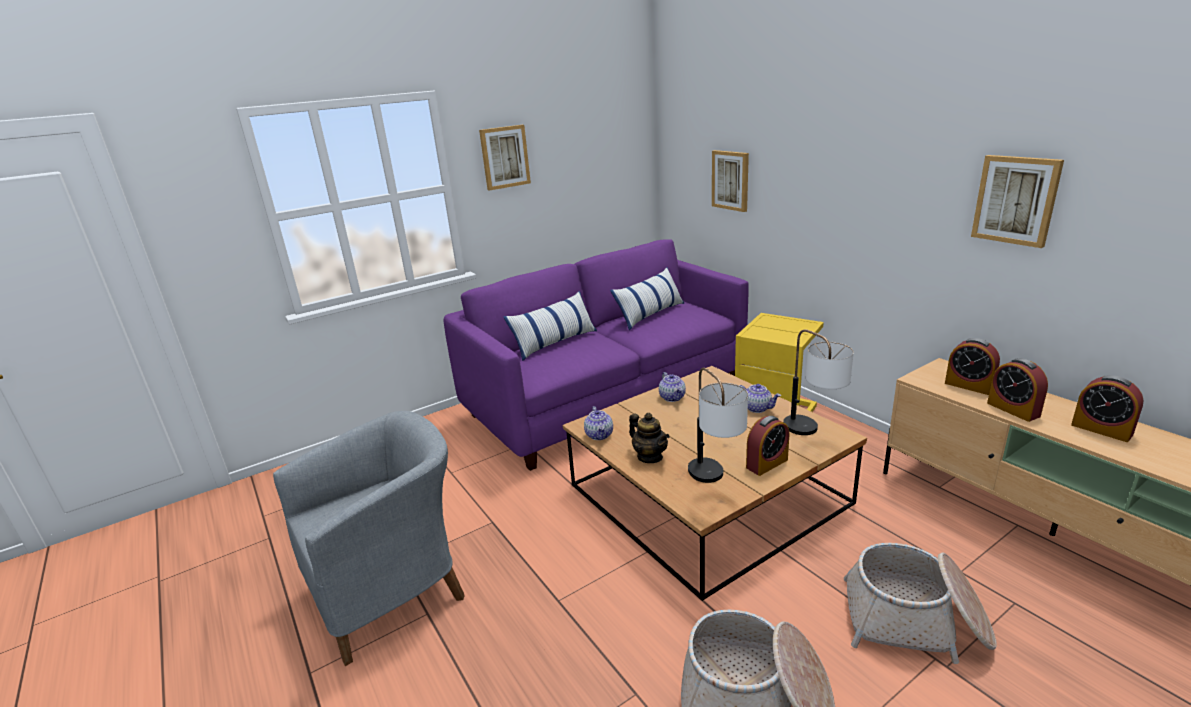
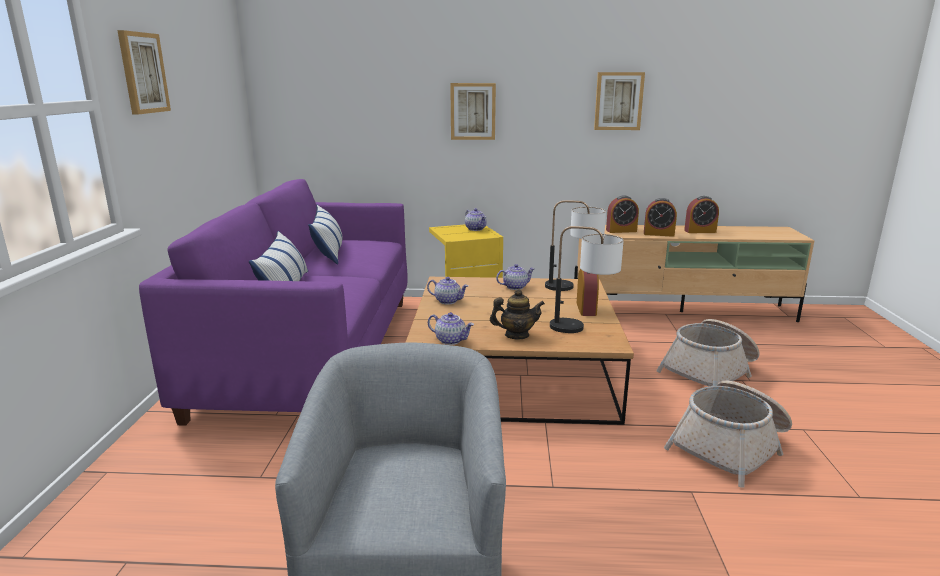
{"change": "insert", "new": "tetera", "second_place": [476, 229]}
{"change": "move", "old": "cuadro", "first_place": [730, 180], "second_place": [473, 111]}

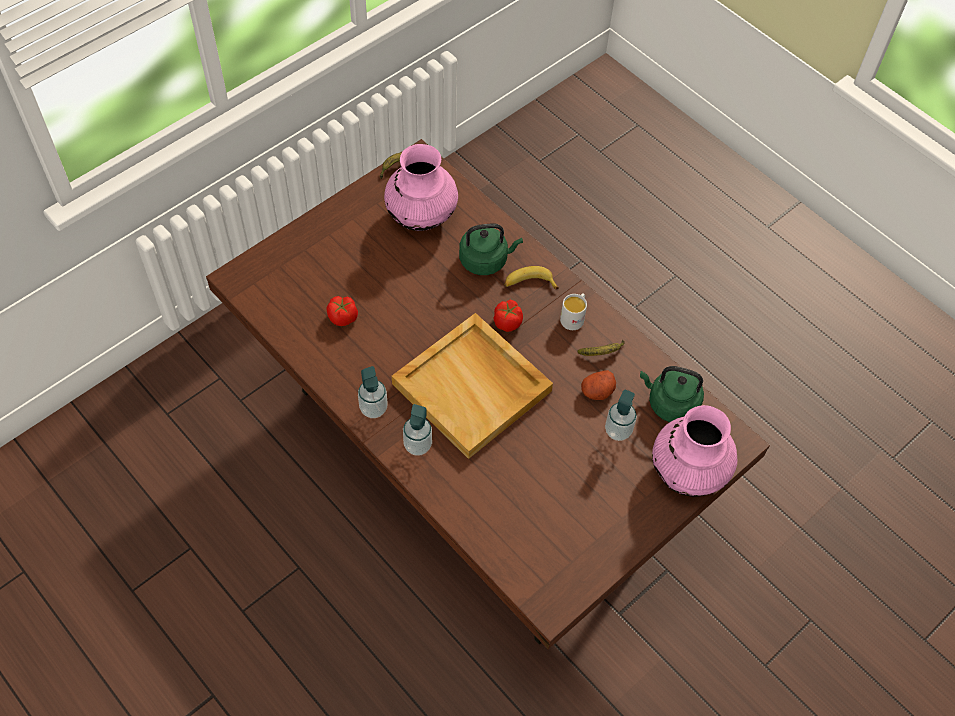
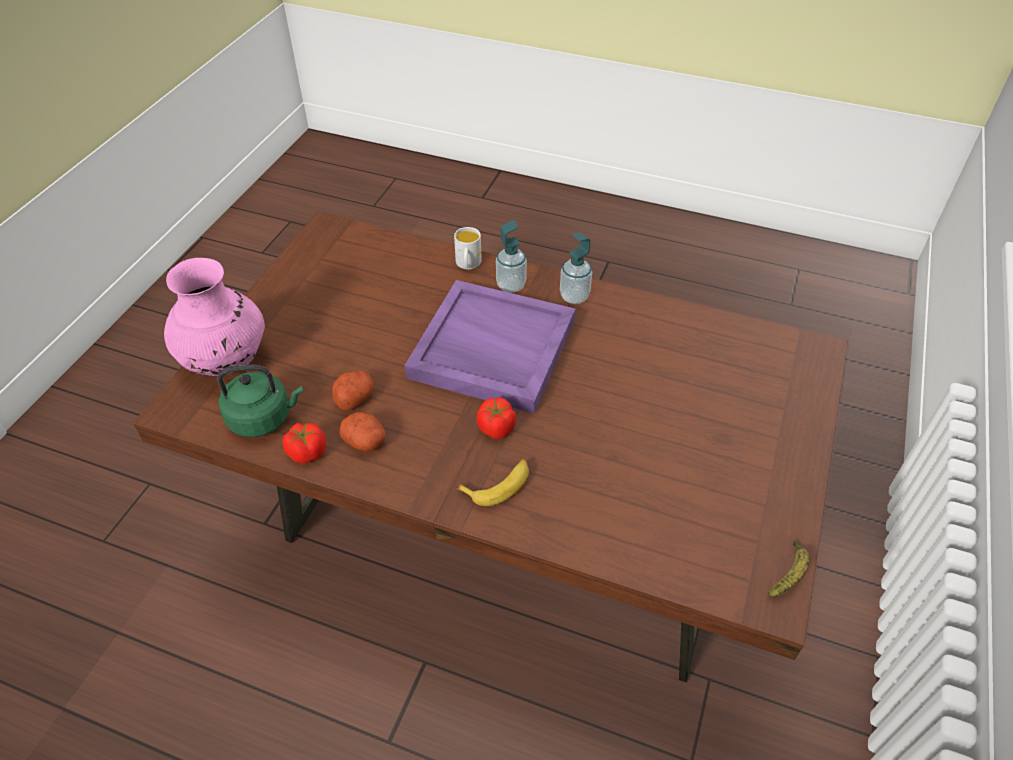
{"change": "delete", "old": "florero (rosa)", "first_place": [421, 217]}
{"change": "delete", "old": "hervidor (verde)", "first_place": [486, 260]}
{"change": "delete", "old": "dispensador de jabón", "first_place": [618, 431]}
{"change": "move", "old": "tomate", "first_place": [343, 317], "second_place": [307, 452]}
{"change": "move", "old": "taza grande (blanco)", "first_place": [574, 317], "second_place": [468, 265]}
{"change": "replace", "old": "plátano", "new": "patata", "first_place": [602, 352], "second_place": [365, 441]}
{"change": "recolor", "old": "bandeja (beis)", "new": "bandeja (morado)", "first_place": [473, 387], "second_place": [491, 349]}

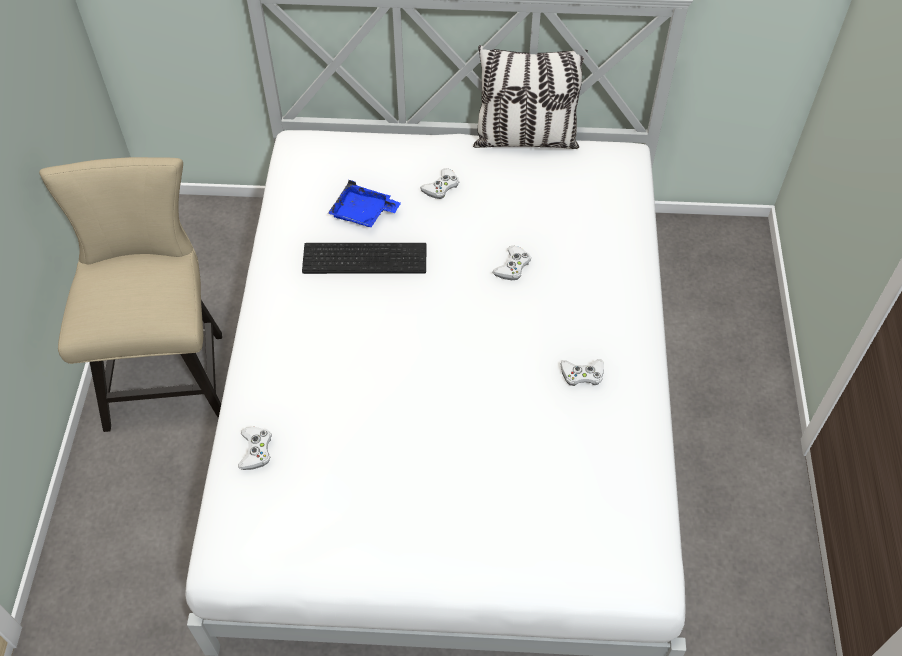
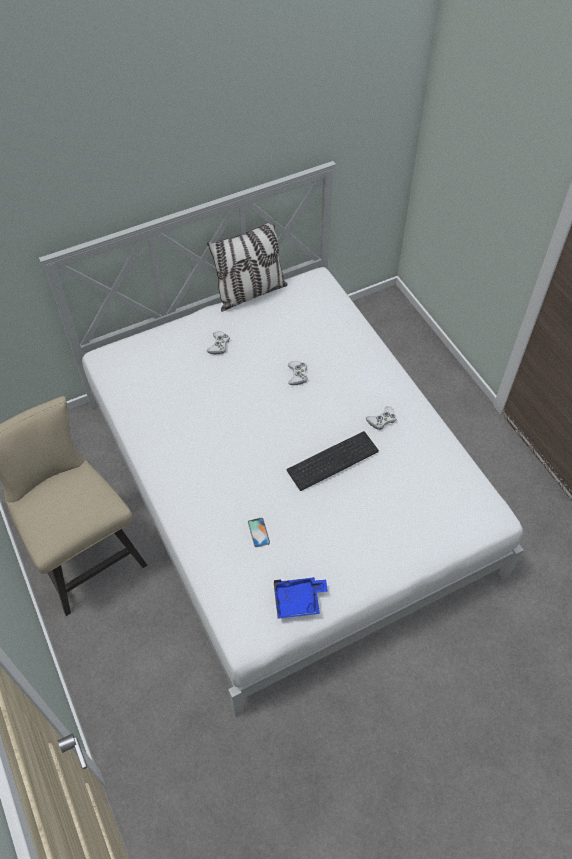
{"change": "delete", "old": "mando de consola (blanco)", "first_place": [256, 450]}
{"change": "insert", "new": "móvil", "second_place": [258, 532]}
{"change": "move", "old": "teclado", "first_place": [366, 257], "second_place": [332, 459]}
{"change": "move", "old": "bandeja (azul)", "first_place": [363, 213], "second_place": [298, 601]}

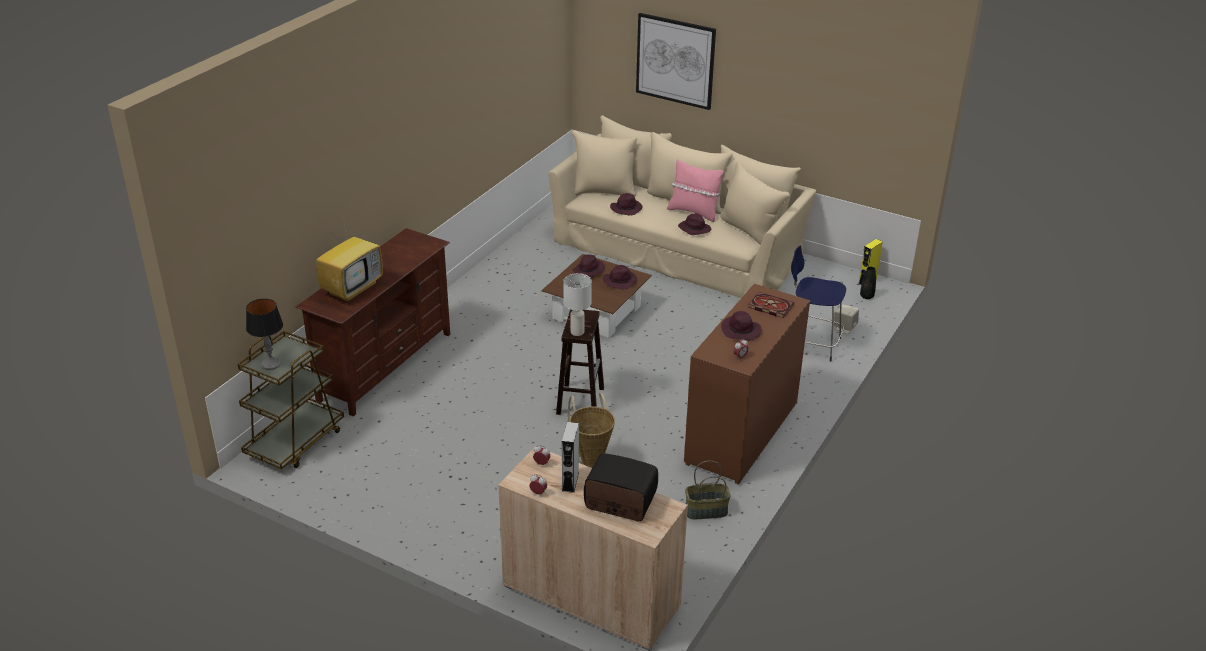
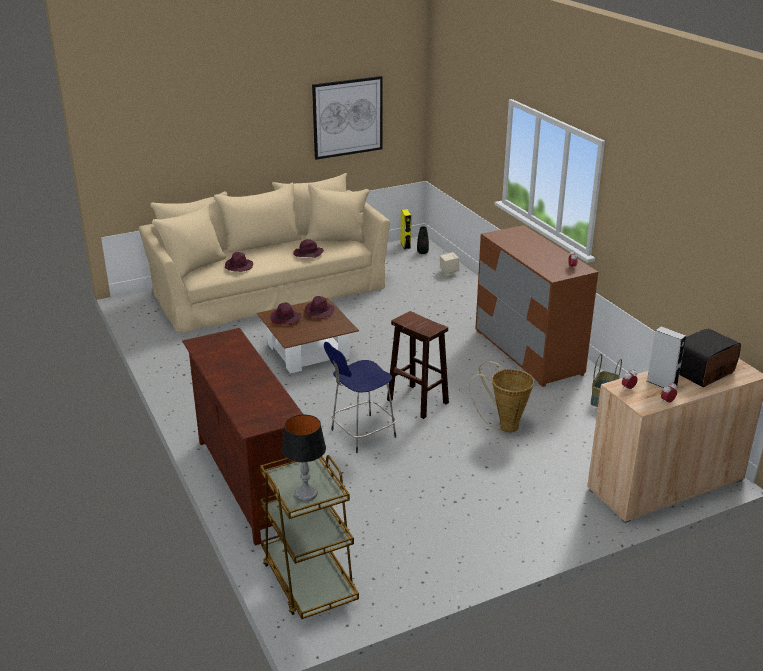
{"change": "delete", "old": "televisor", "first_place": [352, 288]}
{"change": "delete", "old": "lámpara de mesa (blanco)", "first_place": [577, 332]}
{"change": "delete", "old": "cojín (rosa)", "first_place": [693, 212]}
{"change": "delete", "old": "sombrero (morado)", "first_place": [741, 331]}
{"change": "delete", "old": "libro", "first_place": [769, 306]}
{"change": "move", "old": "cuadro", "first_place": [675, 61], "second_place": [347, 117]}
{"change": "move", "old": "taburete (azul)", "first_place": [812, 344], "second_place": [361, 434]}

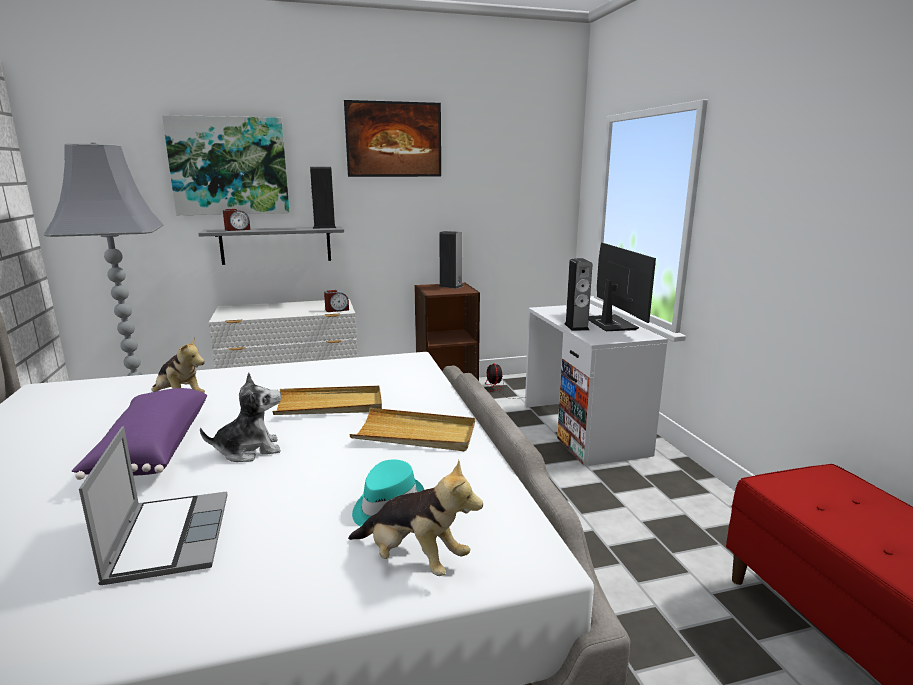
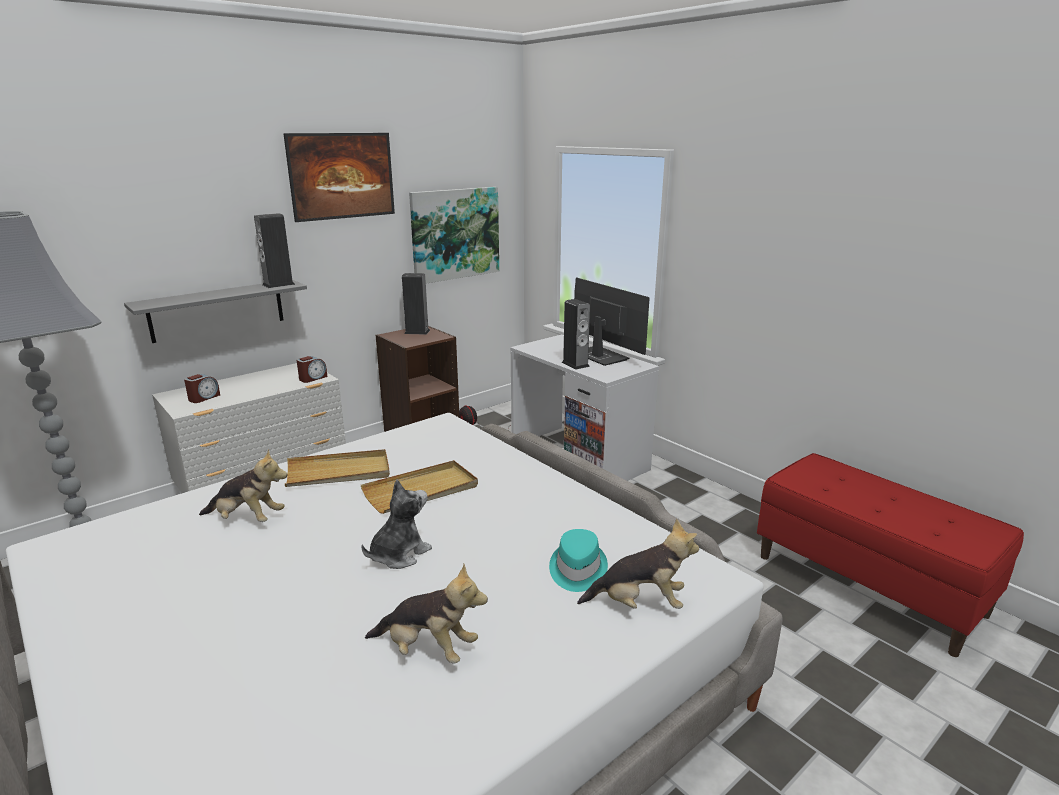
{"change": "delete", "old": "cojín (morado)", "first_place": [151, 449]}
{"change": "move", "old": "cuadro", "first_place": [229, 166], "second_place": [455, 234]}
{"change": "move", "old": "despertador", "first_place": [237, 229], "second_place": [204, 398]}
{"change": "move", "old": "bandeja (beis)", "first_place": [415, 434], "second_place": [338, 472]}
{"change": "replace", "old": "portátil", "new": "peluche", "first_place": [168, 537], "second_place": [428, 649]}

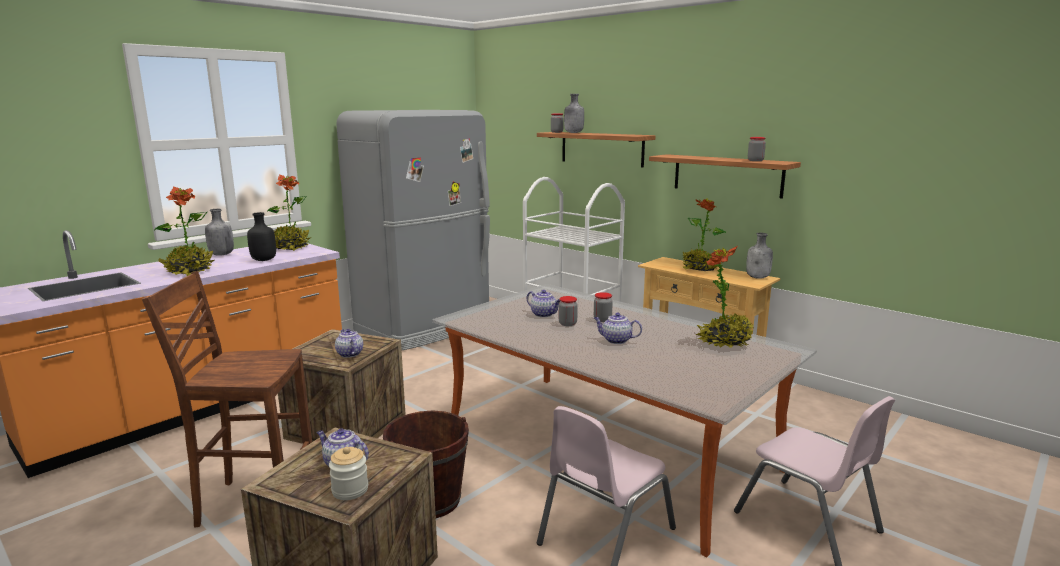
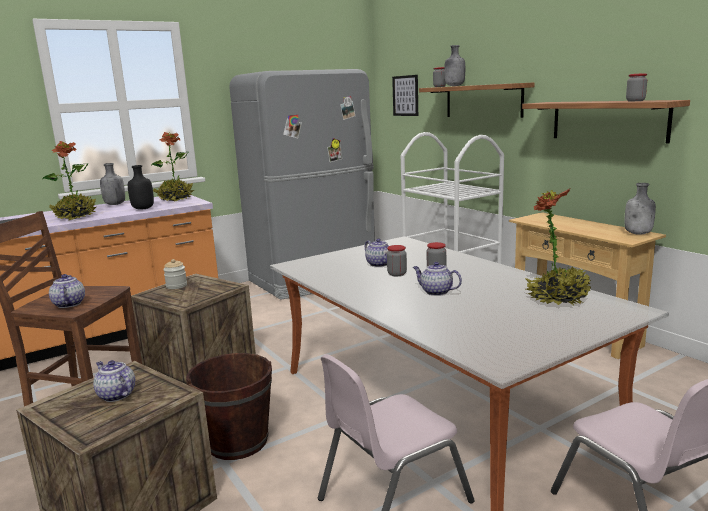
{"change": "delete", "old": "planta en maceta", "first_place": [699, 269]}
{"change": "insert", "new": "cuadro", "second_place": [405, 95]}
{"change": "move", "old": "tarro", "first_place": [350, 490], "second_place": [176, 286]}
{"change": "move", "old": "tetera", "first_place": [349, 354], "second_place": [69, 304]}

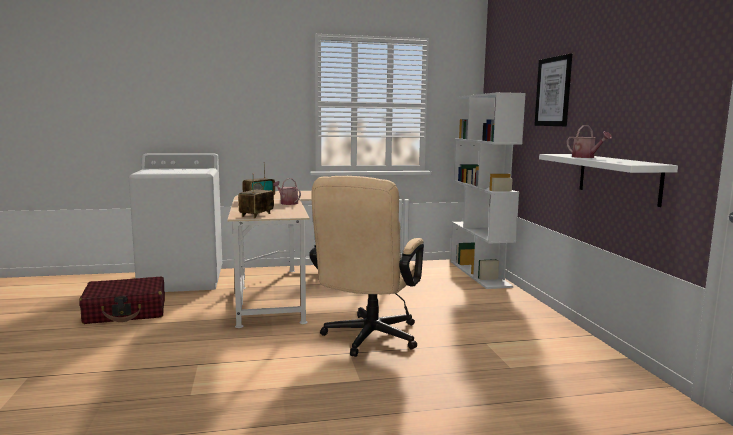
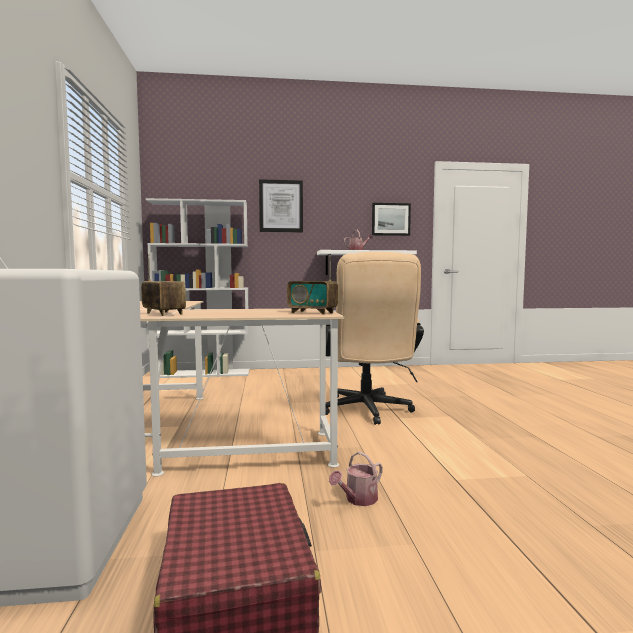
{"change": "insert", "new": "cuadro", "second_place": [390, 219]}
{"change": "move", "old": "regadera", "first_place": [287, 203], "second_place": [358, 499]}
{"change": "rotate", "old": "silla de oficina (beis)", "first_place": [367, 339], "second_place": [367, 411], "degrees": 60}

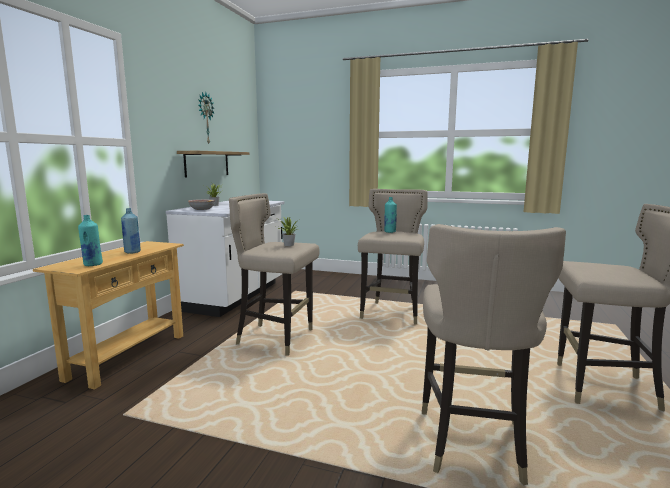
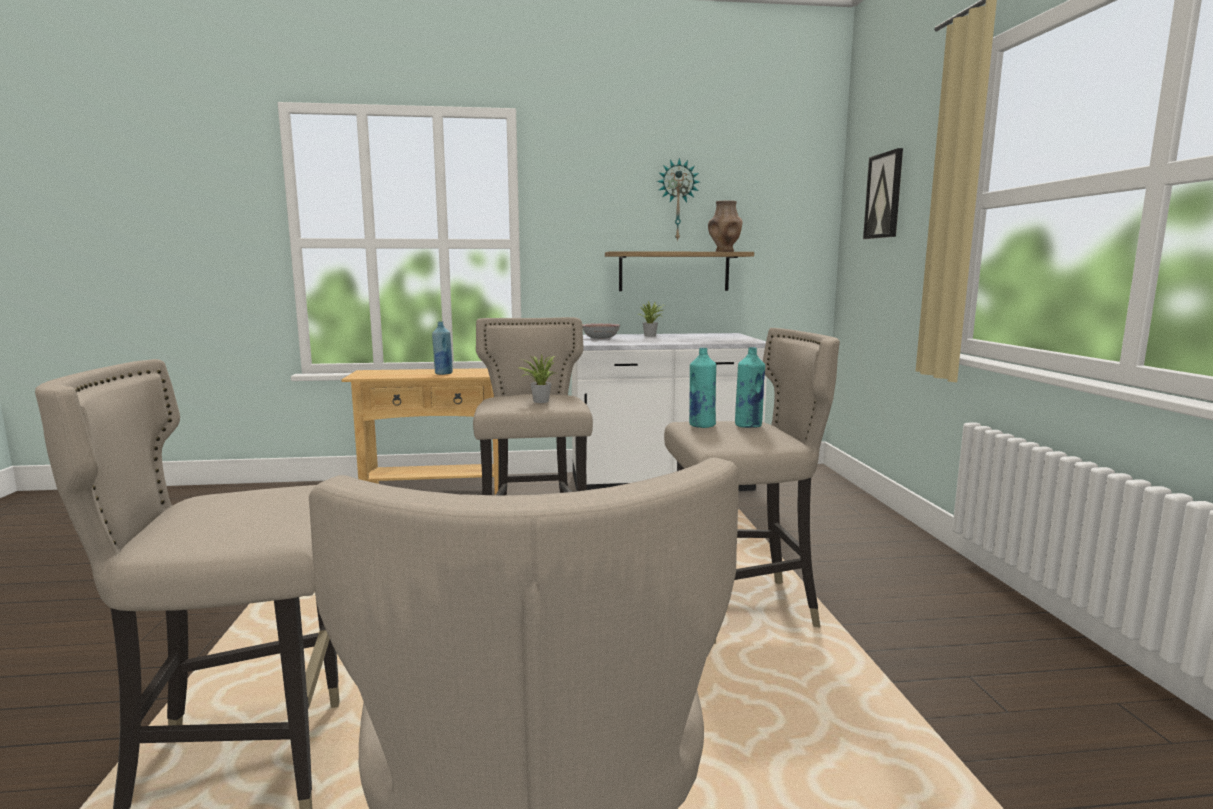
{"change": "insert", "new": "florero (marrón)", "second_place": [724, 251]}
{"change": "insert", "new": "cuadro", "second_place": [884, 196]}
{"change": "move", "old": "botella (turquesa)", "first_place": [92, 264], "second_place": [701, 425]}

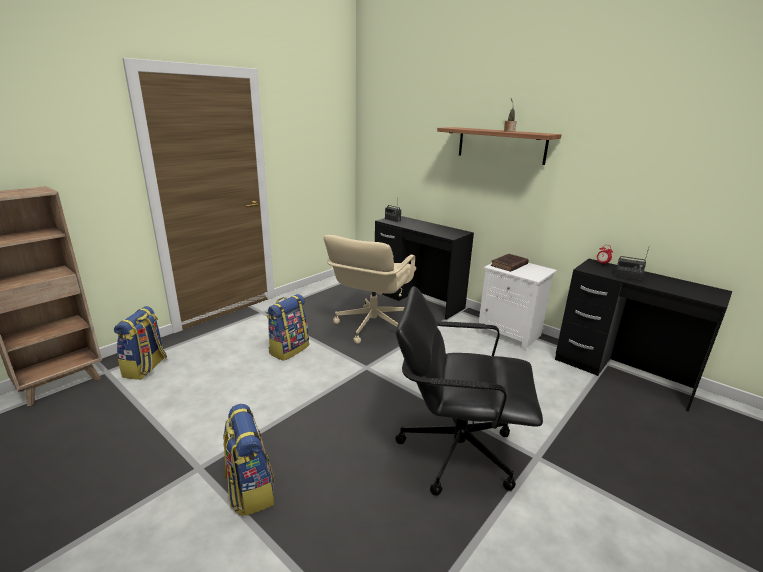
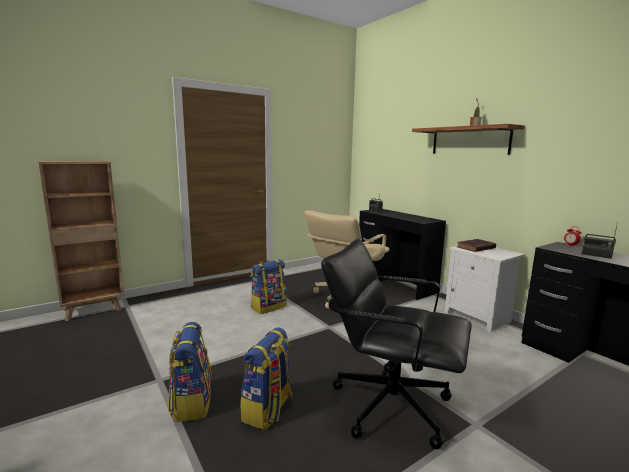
{"change": "move", "old": "mochila", "first_place": [146, 368], "second_place": [268, 410]}

